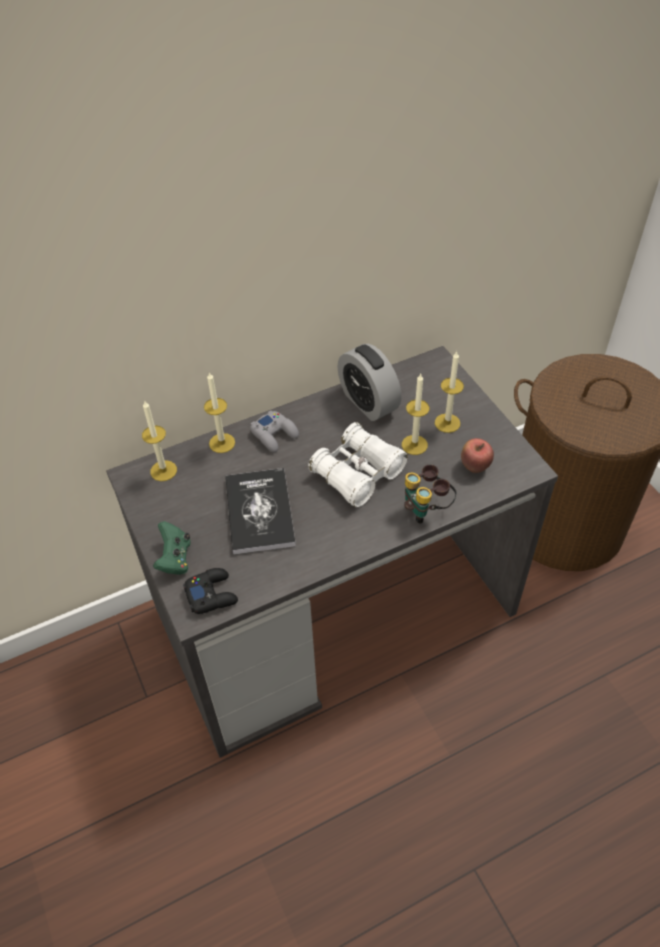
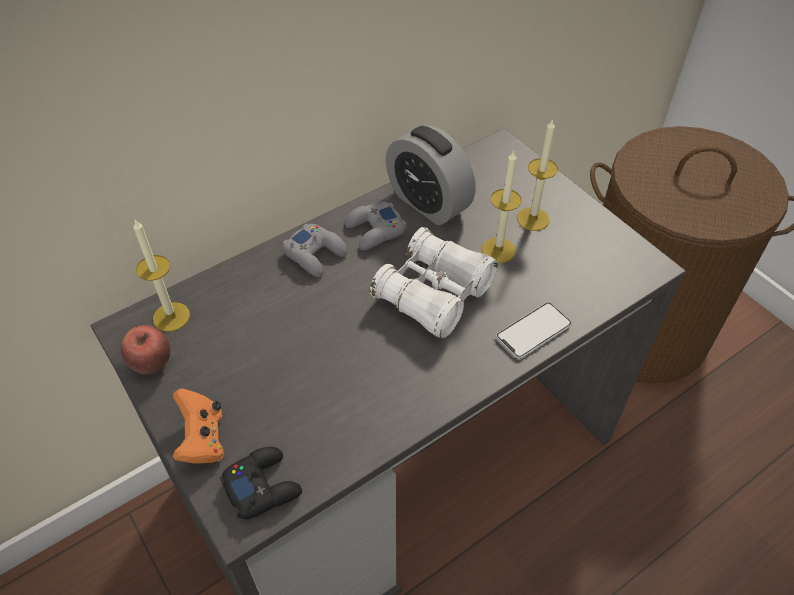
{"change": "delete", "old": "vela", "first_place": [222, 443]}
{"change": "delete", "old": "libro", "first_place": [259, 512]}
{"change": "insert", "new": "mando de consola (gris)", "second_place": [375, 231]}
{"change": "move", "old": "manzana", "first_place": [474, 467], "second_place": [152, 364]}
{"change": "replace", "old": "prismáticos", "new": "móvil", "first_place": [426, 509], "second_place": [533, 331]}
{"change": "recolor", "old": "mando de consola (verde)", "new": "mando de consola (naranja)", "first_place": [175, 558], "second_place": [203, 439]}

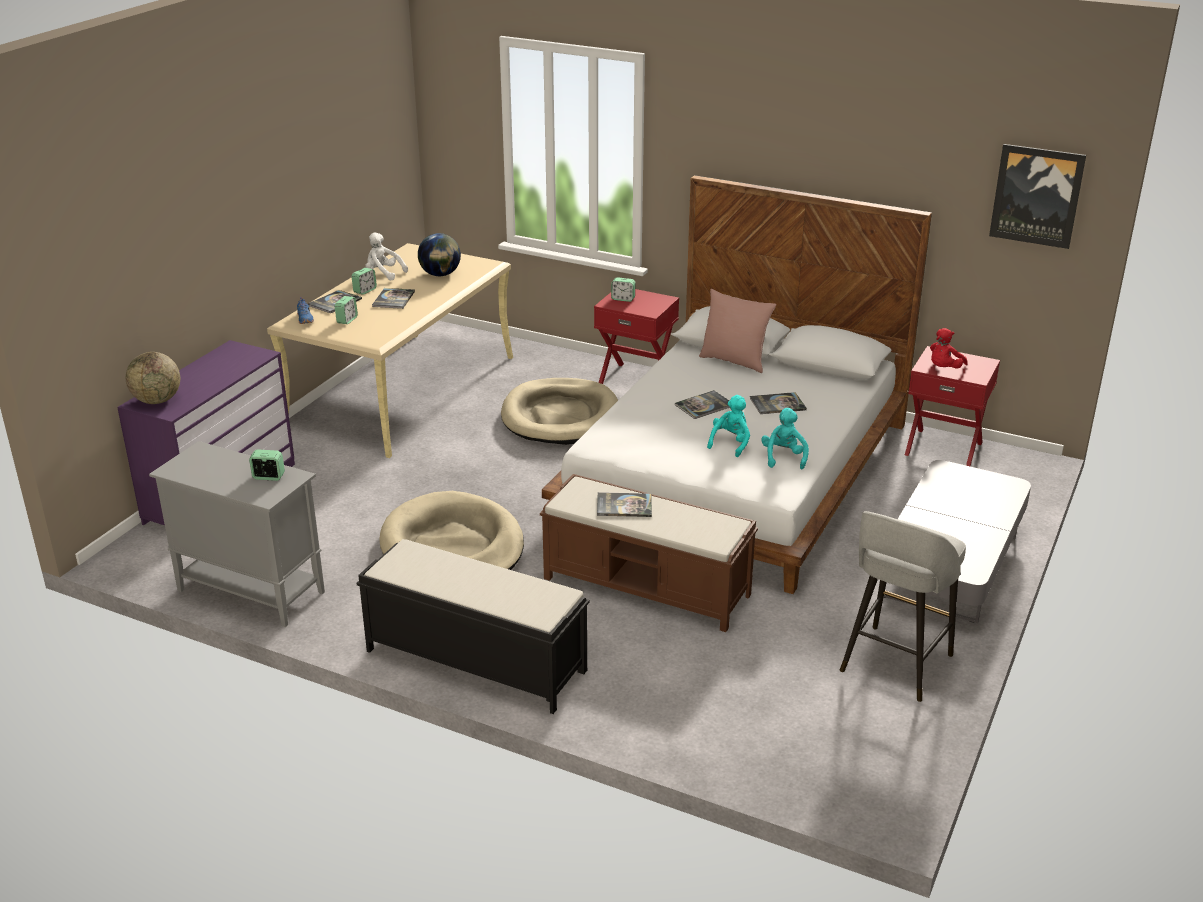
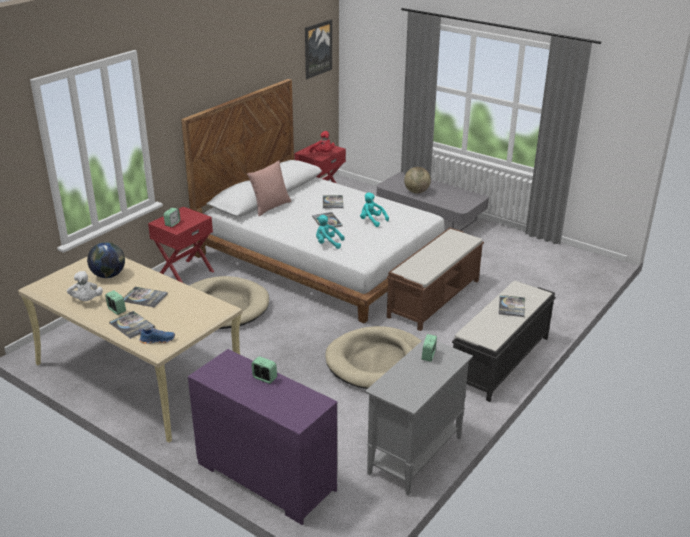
{"change": "delete", "old": "taburete (gris)", "first_place": [894, 665]}
{"change": "move", "old": "globo terráqueo", "first_place": [157, 400], "second_place": [416, 192]}
{"change": "move", "old": "despertador", "first_place": [347, 320], "second_place": [264, 378]}
{"change": "move", "old": "libro", "first_place": [624, 506], "second_place": [511, 306]}
{"change": "move", "old": "peluche (turquesa)", "first_place": [783, 457], "second_place": [327, 243]}
{"change": "rotate", "old": "peluche (blanco)", "first_place": [383, 274], "second_place": [86, 300], "degrees": -60}

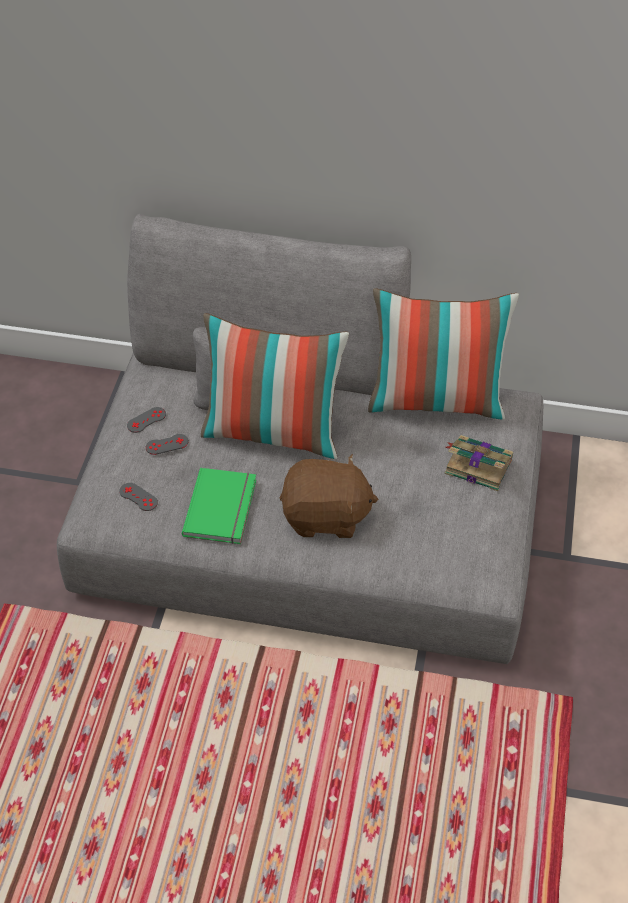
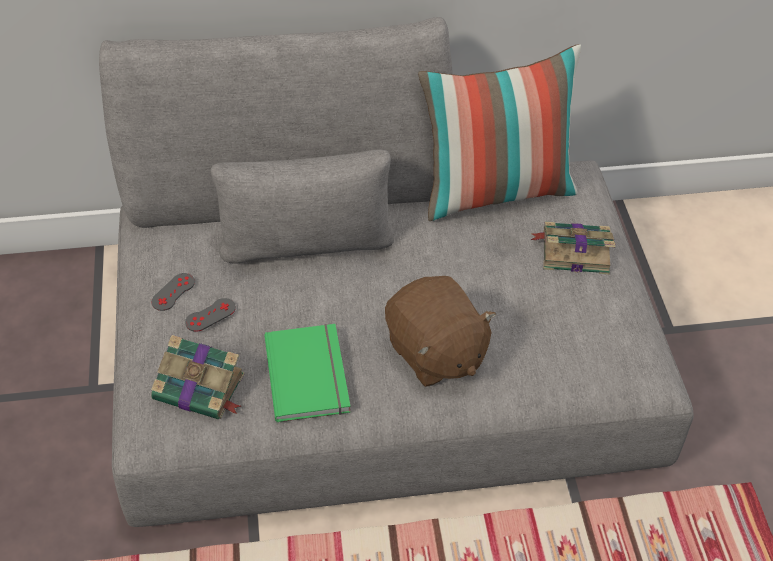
{"change": "delete", "old": "cojín", "first_place": [273, 432]}
{"change": "replace", "old": "mando de consola (gris)", "new": "libro", "first_place": [138, 497], "second_place": [201, 388]}
{"change": "rotate", "old": "peluche (marrón)", "first_place": [326, 516], "second_place": [435, 352], "degrees": 75}

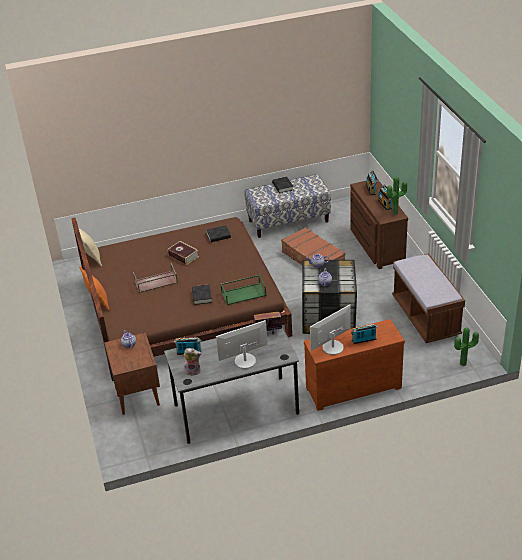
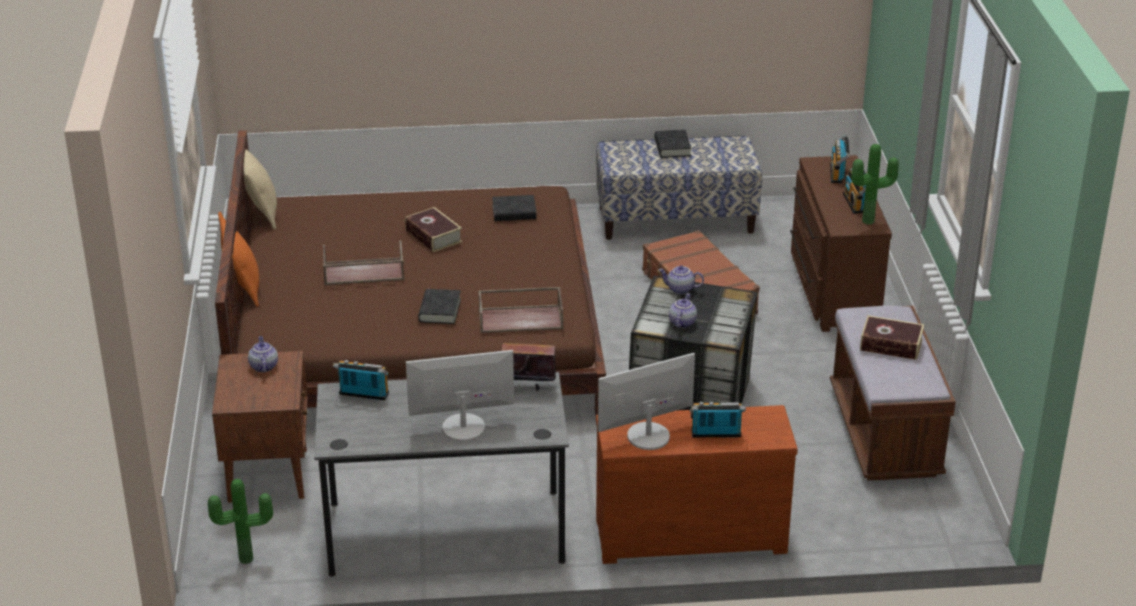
{"change": "delete", "old": "peluche", "first_place": [193, 371]}
{"change": "insert", "new": "libro", "second_place": [891, 345]}
{"change": "move", "old": "planta en maceta", "first_place": [464, 364], "second_place": [247, 561]}
{"change": "recolor", "old": "bandeja (verde)", "new": "bandeja (marrón)", "first_place": [244, 293], "second_place": [521, 318]}

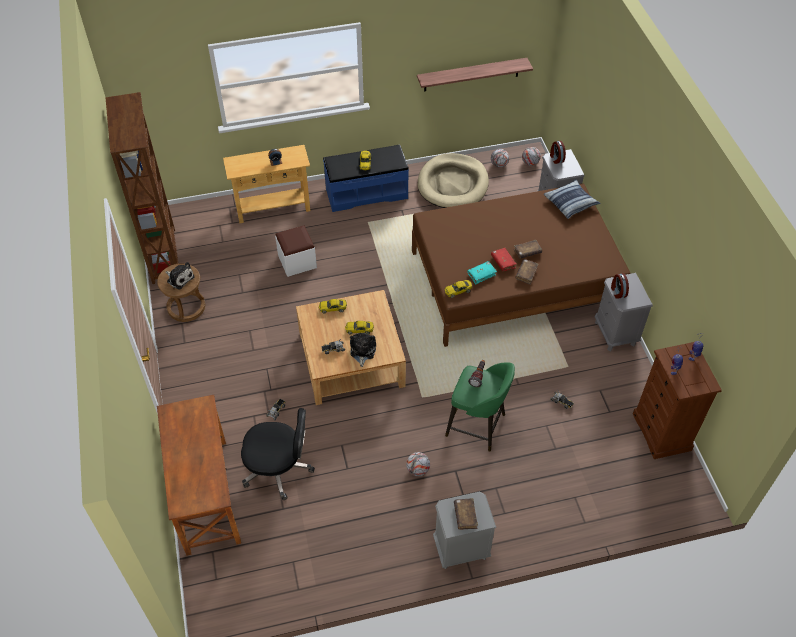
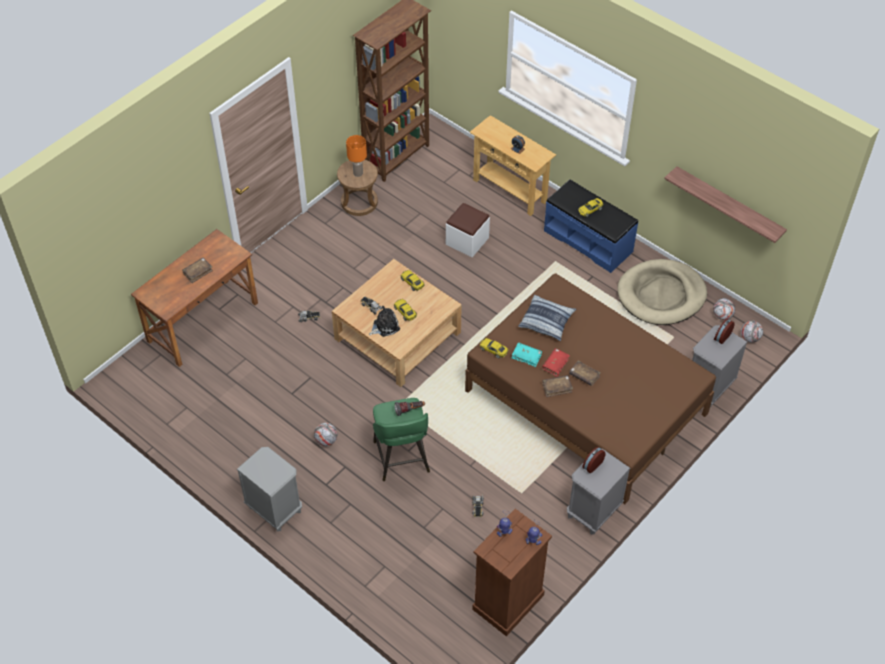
{"change": "delete", "old": "silla de oficina (negro)", "first_place": [279, 468]}
{"change": "move", "old": "libro (marrón)", "first_place": [465, 516], "second_place": [198, 272]}
{"change": "move", "old": "cojín", "first_place": [570, 203], "second_place": [546, 321]}
{"change": "replace", "old": "peluche", "new": "lámpara de mesa (naranja)", "first_place": [179, 278], "second_place": [358, 173]}

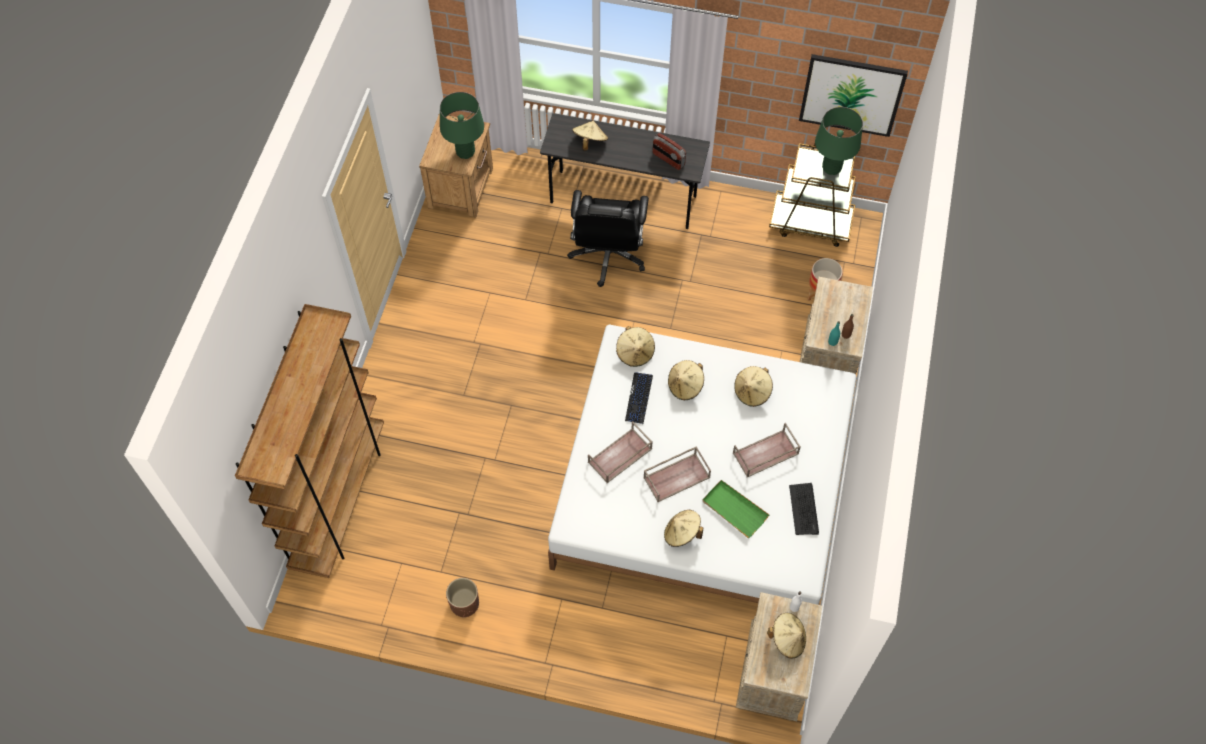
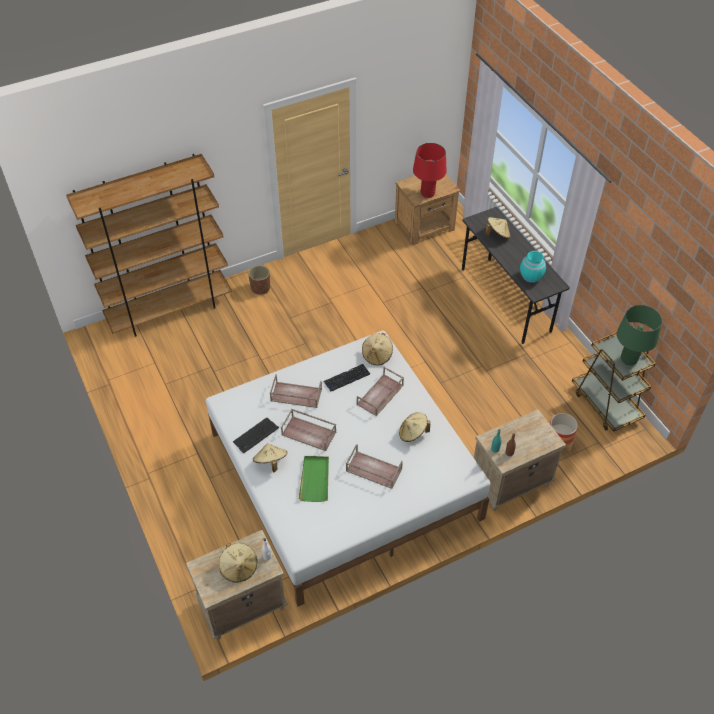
{"change": "delete", "old": "silla de oficina (negro)", "first_place": [608, 256]}
{"change": "delete", "old": "cuadro", "first_place": [851, 94]}
{"change": "move", "old": "maceta (marrón)", "first_place": [464, 604], "second_place": [260, 288]}
{"change": "move", "old": "teclado", "first_place": [804, 509], "second_place": [256, 435]}
{"change": "replace", "old": "radio", "new": "florero (turquesa)", "first_place": [668, 159], "second_place": [530, 277]}
{"change": "replace", "old": "sombrero (beis)", "new": "bandeja (marrón)", "first_place": [685, 386], "second_place": [380, 395]}
{"change": "recolor", "old": "lámpara de mesa (verde)", "new": "lámpara de mesa (rojo)", "first_place": [465, 152], "second_place": [428, 193]}

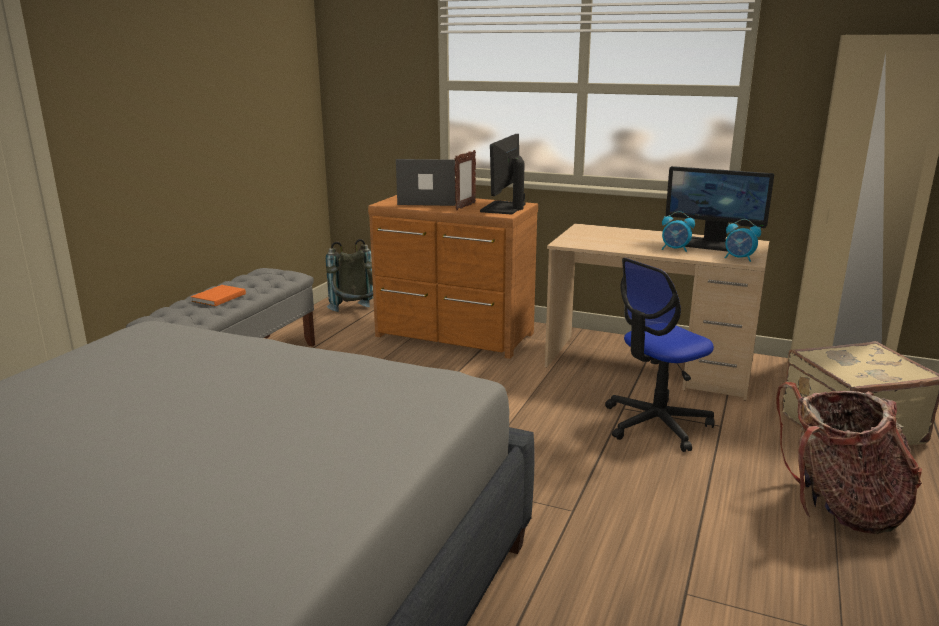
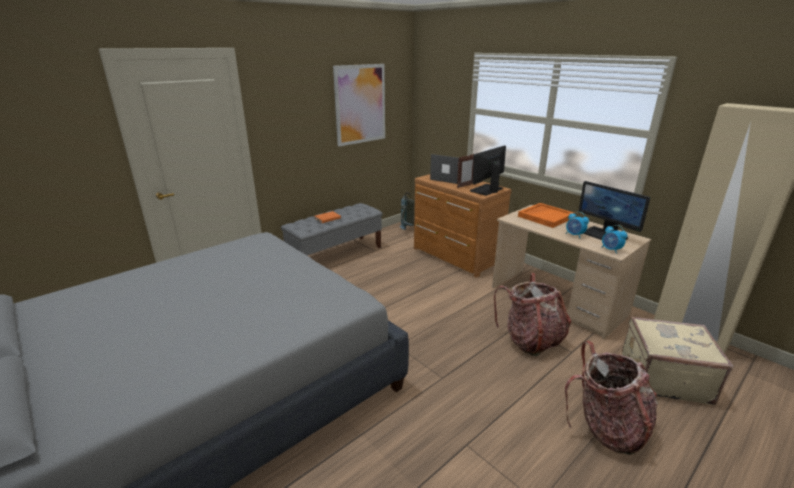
{"change": "insert", "new": "cuadro", "second_place": [360, 104]}
{"change": "insert", "new": "bandeja (naranja)", "second_place": [545, 217]}
{"change": "replace", "old": "silla de oficina", "new": "mochila", "first_place": [656, 424], "second_place": [530, 340]}

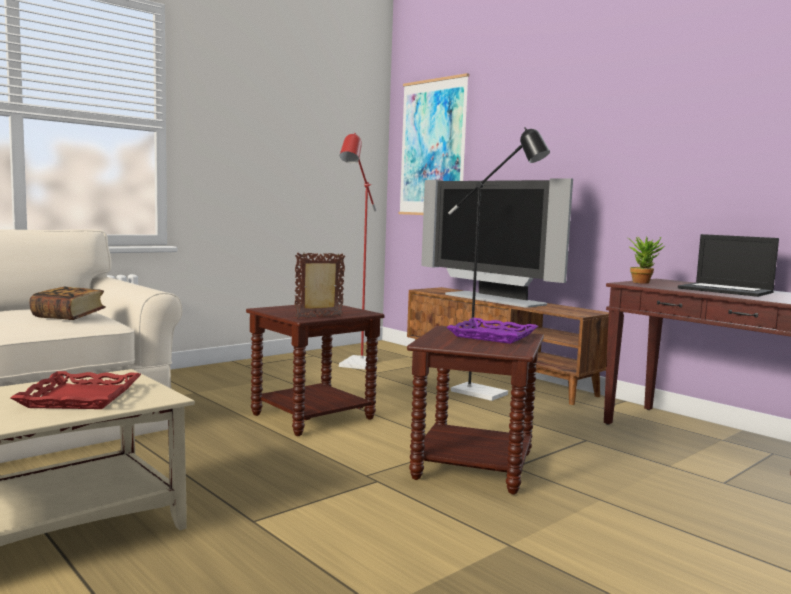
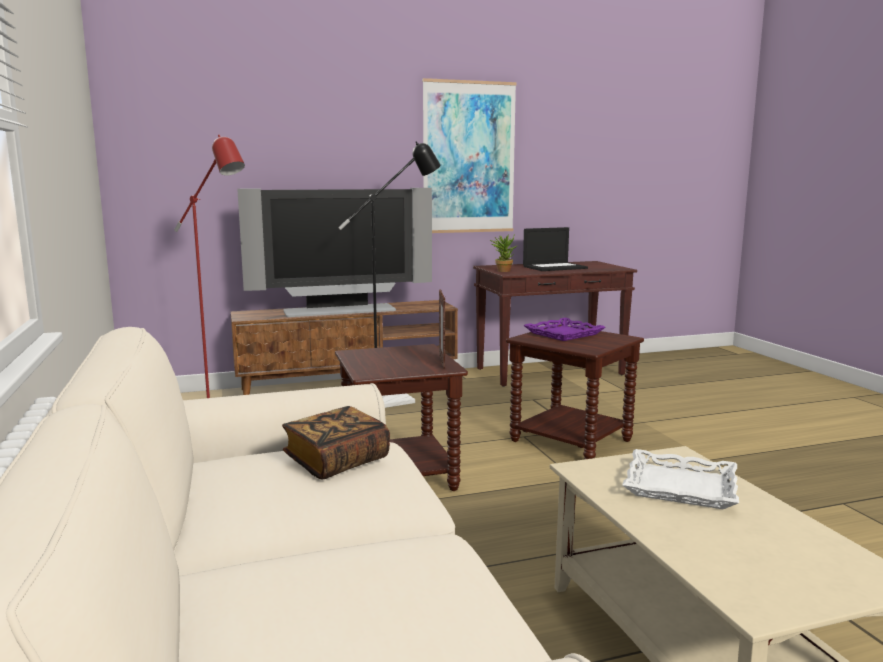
{"change": "move", "old": "cuadro", "first_place": [433, 148], "second_place": [469, 158]}
{"change": "recolor", "old": "bandeja (rojo)", "new": "bandeja (blanco)", "first_place": [80, 397], "second_place": [680, 487]}

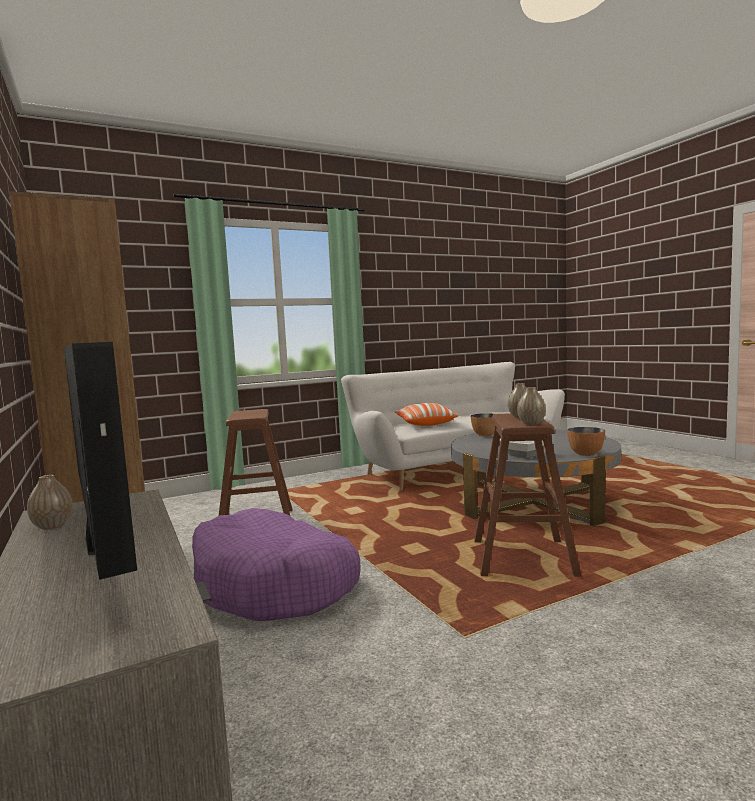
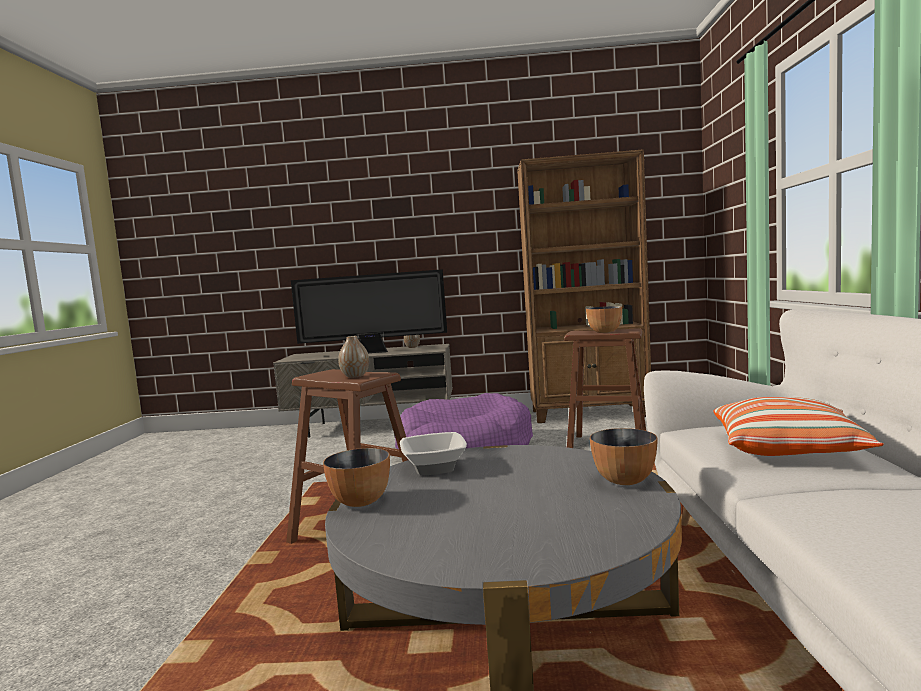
{"change": "delete", "old": "florero", "first_place": [531, 423]}
{"change": "insert", "new": "cuenco", "second_place": [604, 332]}

